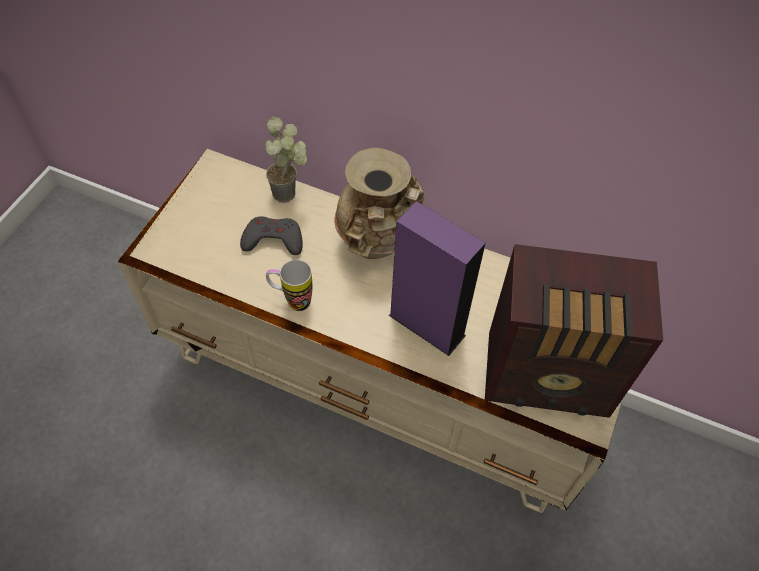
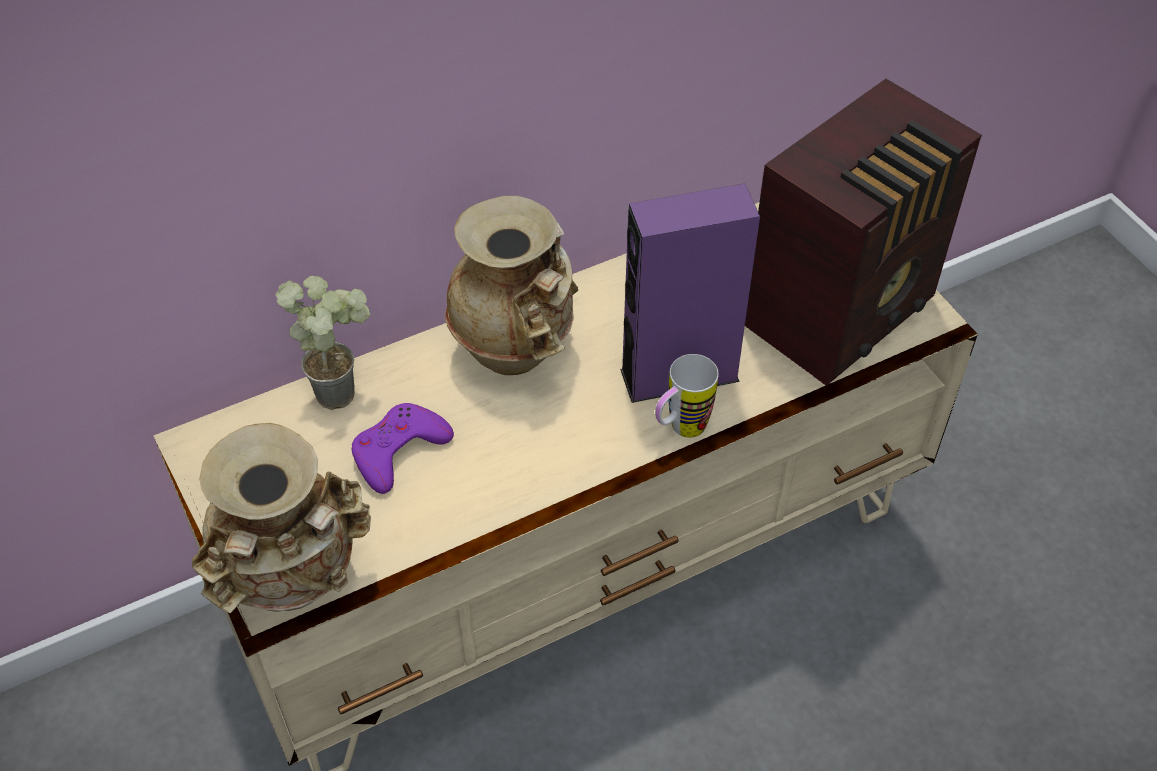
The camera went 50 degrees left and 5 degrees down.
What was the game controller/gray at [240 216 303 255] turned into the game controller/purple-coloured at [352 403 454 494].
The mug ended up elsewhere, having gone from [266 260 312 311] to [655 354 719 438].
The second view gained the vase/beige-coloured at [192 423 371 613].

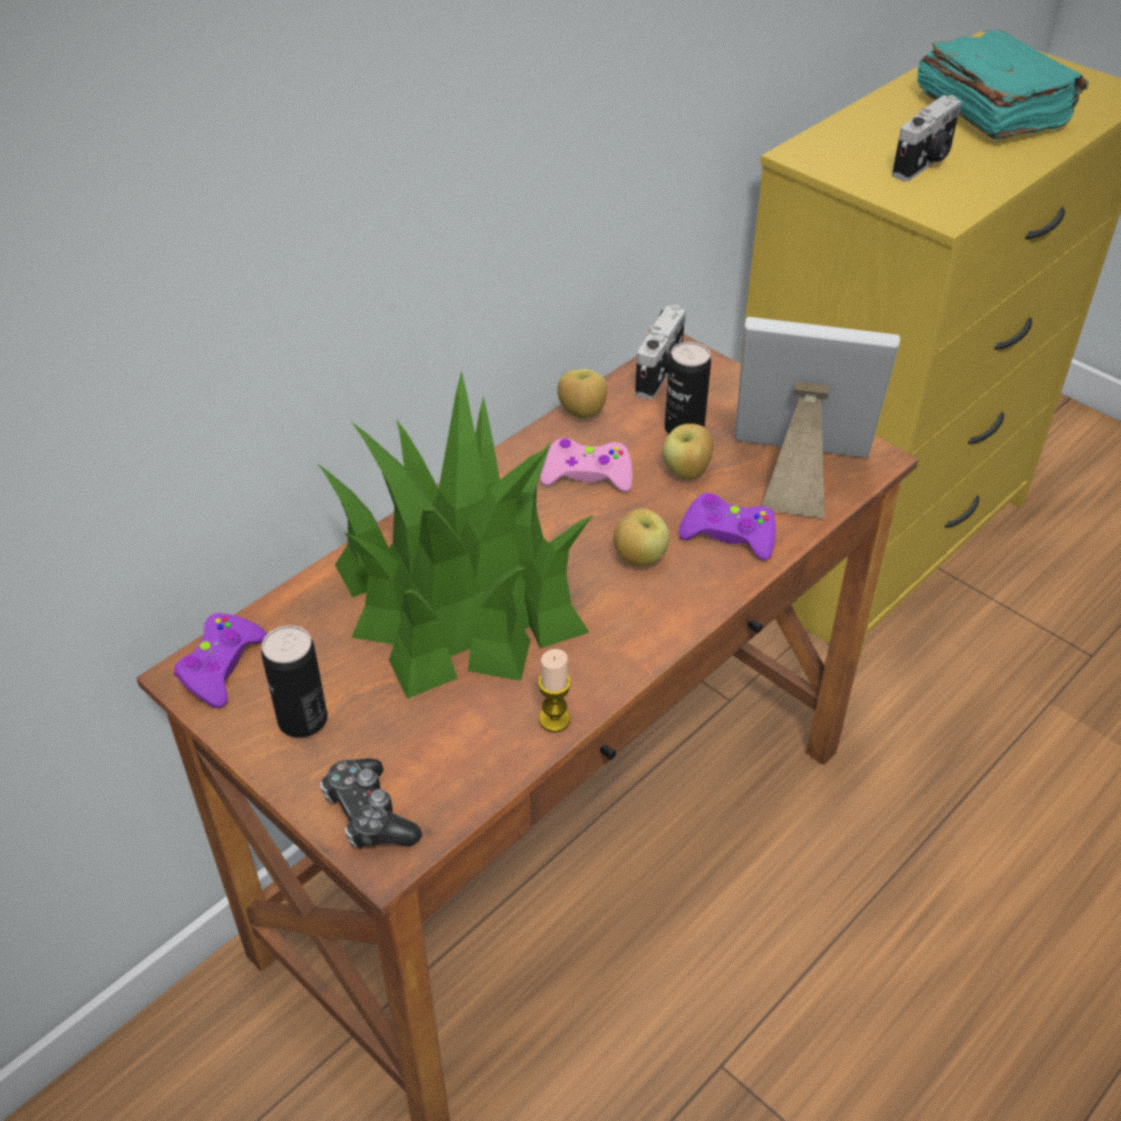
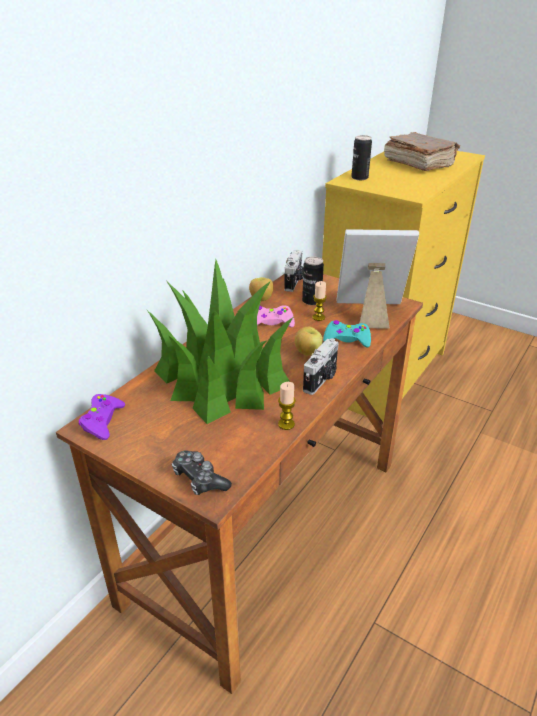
The camera went 10 degrees left and 10 degrees down.
What was the bound book/turquoise-coloured at [917 30 1089 140] turned into the bound book/brown at [384 132 460 171].
The still camera ended up elsewhere, having gone from [892 95 962 181] to [303 338 339 395].
Where the apple stood at [662 424 713 480], the candle came to stand at [312 281 327 321].
What was the game controller/purple-coloured at [679 493 776 561] turned into the game controller/turquoise-coloured at [323 320 371 347].
The sealed can ended up elsewhere, having gone from [261 625 328 738] to [351 135 372 180].

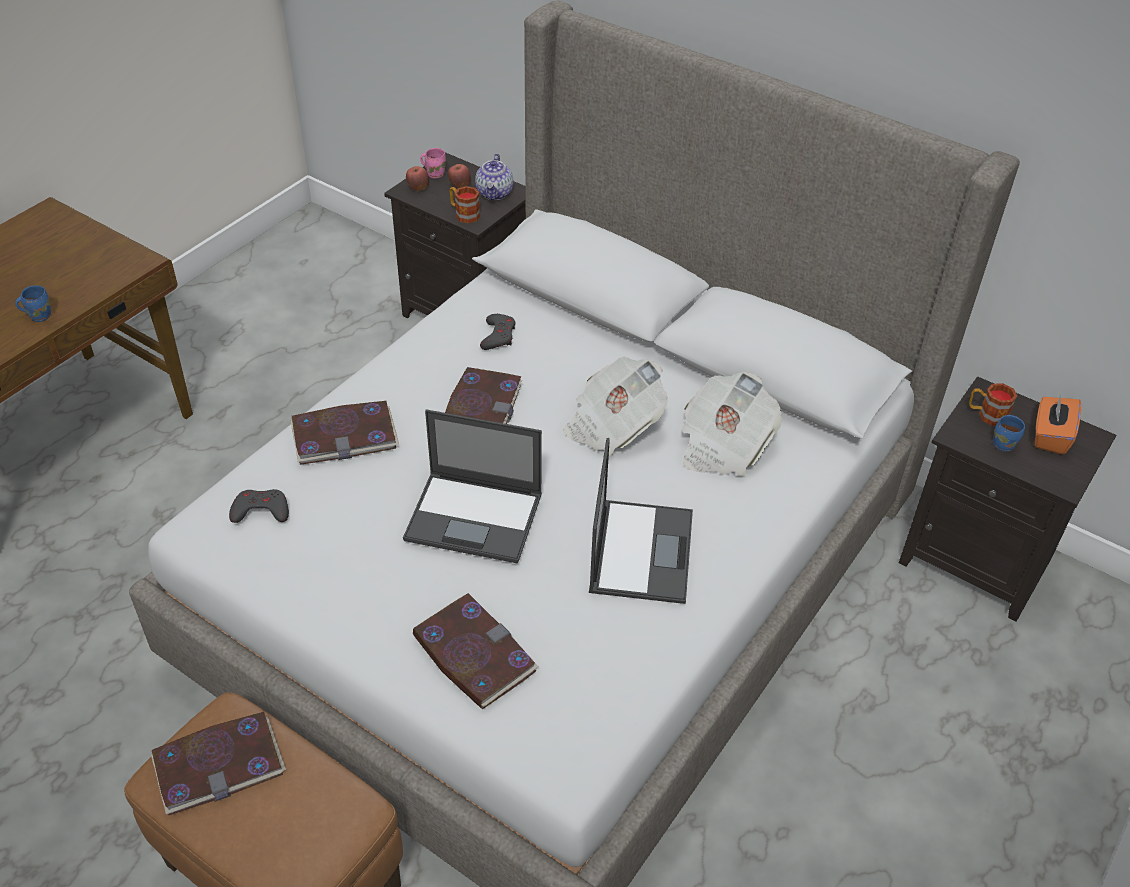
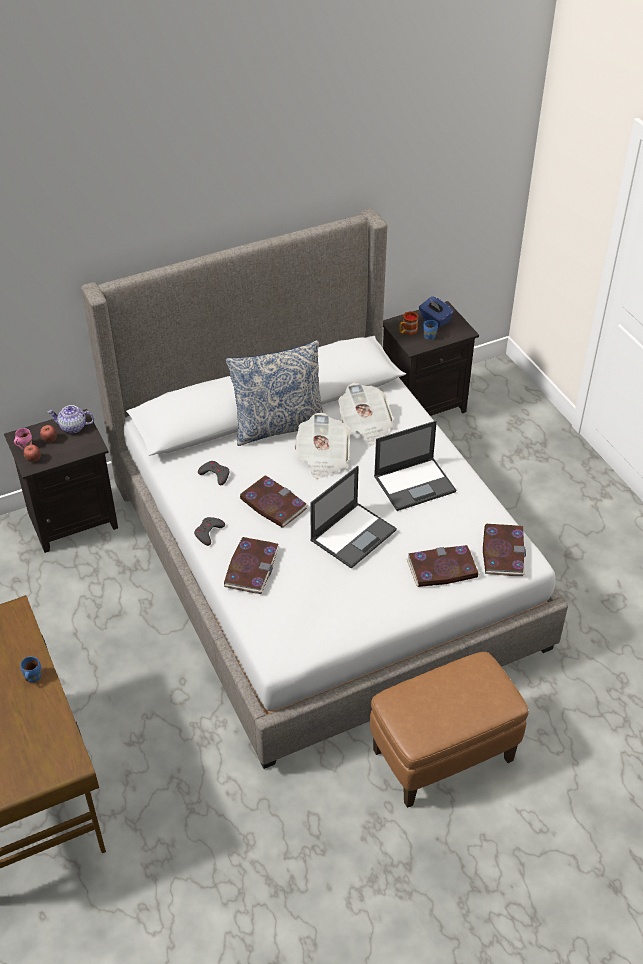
The camera went 60 degrees left and 0 degrees up.
The pot for tea at [475 154 513 200] ended up facing another way, 150 degrees clockwise from before.
The second view lost the mug at [449 186 480 223].
What was the tissue holder/orangey at [1035 394 1081 455] turned into the tissue holder/bluish at [419 296 453 328].
The notebook computer at [589 438 693 604] ended up facing another way, 120 degrees clockwise from before.
The game controller/gray ended up elsewhere, having gone from [229 489 289 523] to [194 517 225 546].
The bound book ended up elsewhere, having gone from [151 712 286 815] to [483 524 526 576].
The second view gained the throw pillow at [226 340 323 446].

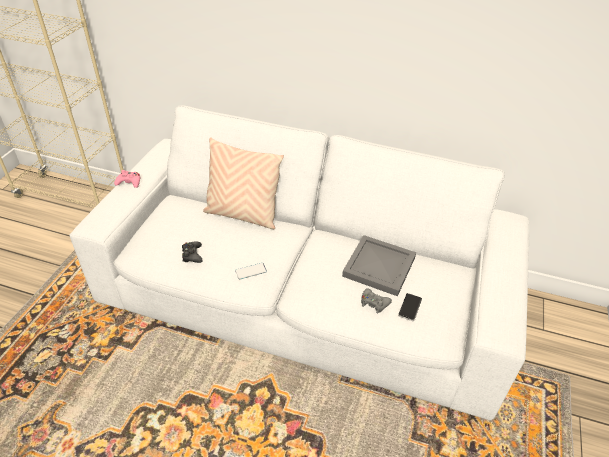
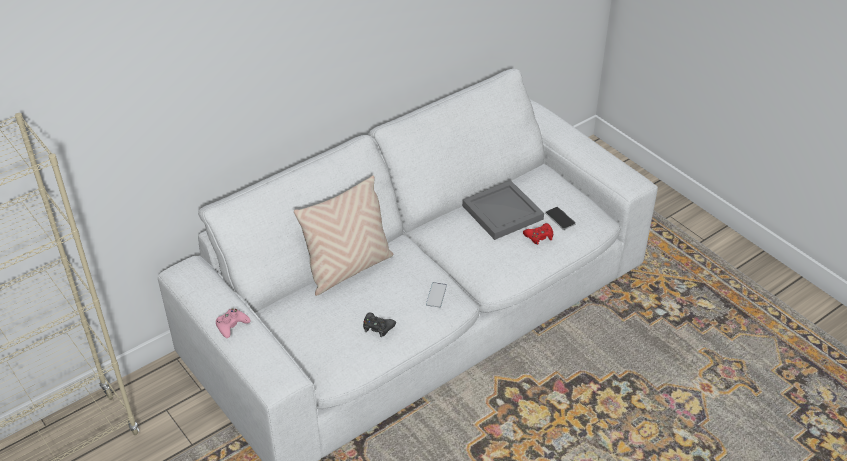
The camera went 55 degrees left and 0 degrees up.
What was the game controller/gray at [361 288 392 313] turned into the game controller/reddish at [523 223 553 245].

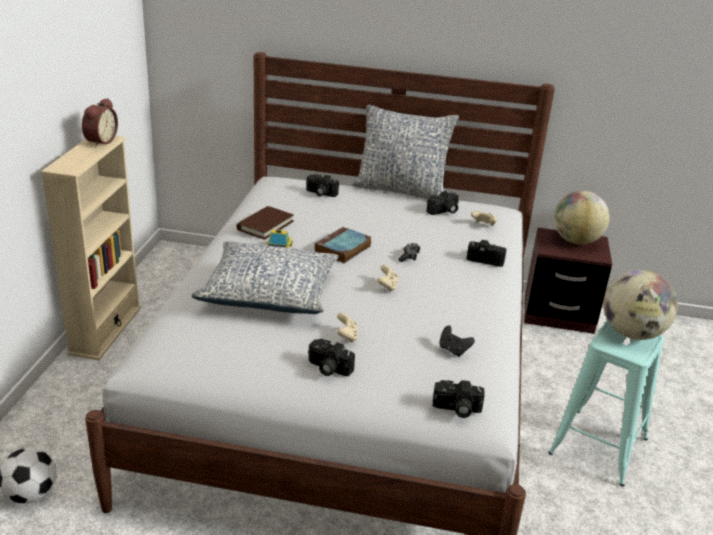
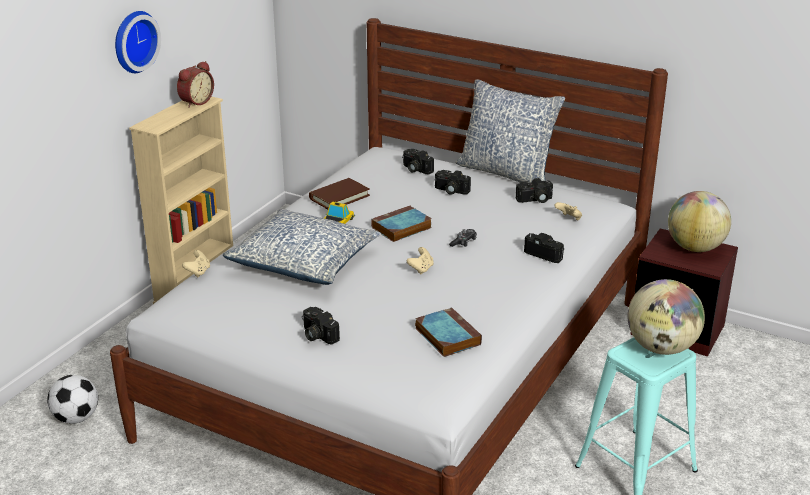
The camera went 20 degrees right and 0 degrees up.
The game controller/beige-coloured ended up elsewhere, having gone from [337 313 358 343] to [182 250 210 278].
Where the game controller/black-coloured stood at [439 325 475 357], the bound book came to stand at [415 307 482 357].
The still camera ended up elsewhere, having gone from [432 380 484 418] to [435 170 471 195].
The second view gained the hanging clock at [115 11 161 73].

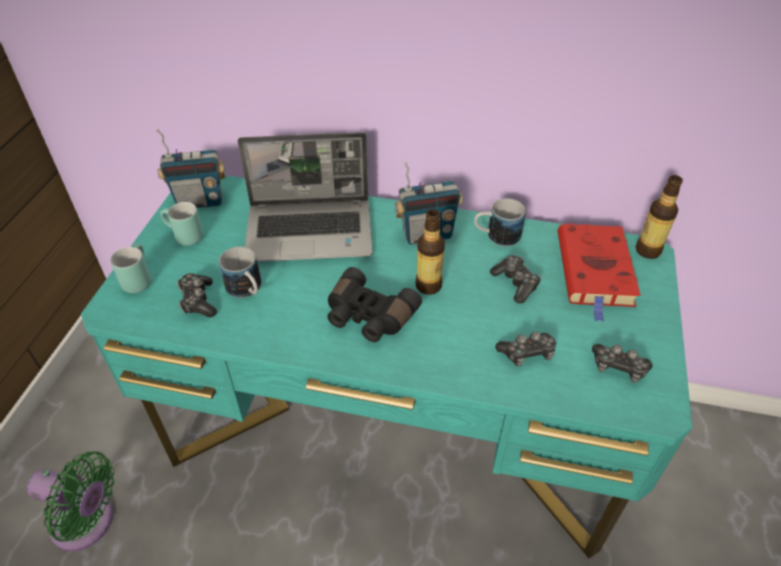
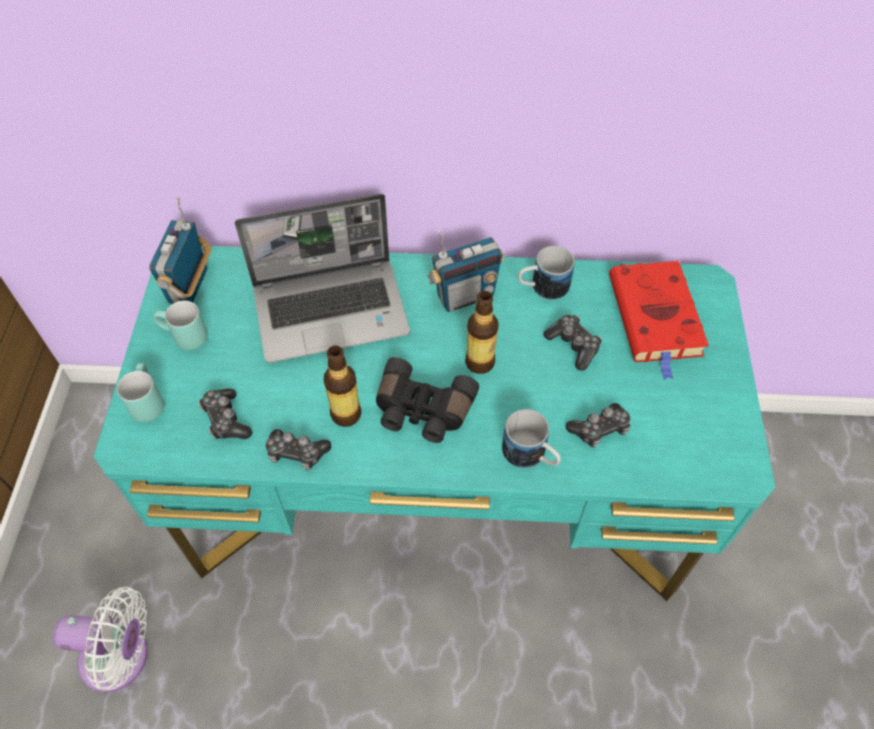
The camera went 10 degrees left and 10 degrees up.
The radio at [156 129 225 208] ended up facing another way, 120 degrees clockwise from before.
The drink bottle ended up elsewhere, having gone from [636 175 683 259] to [324 345 362 427].
The mug ended up elsewhere, having gone from [219 246 261 298] to [502 409 561 468].
The game controller ended up elsewhere, having gone from [592 344 653 383] to [266 429 331 470].
What was the electric fan/green-coloured at [27 451 115 551] turned into the electric fan/white at [53 587 148 692].

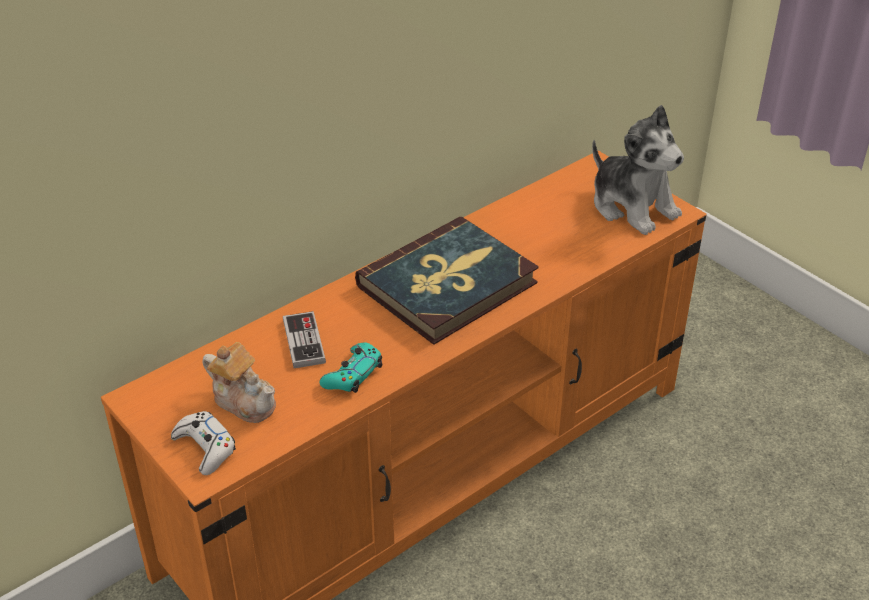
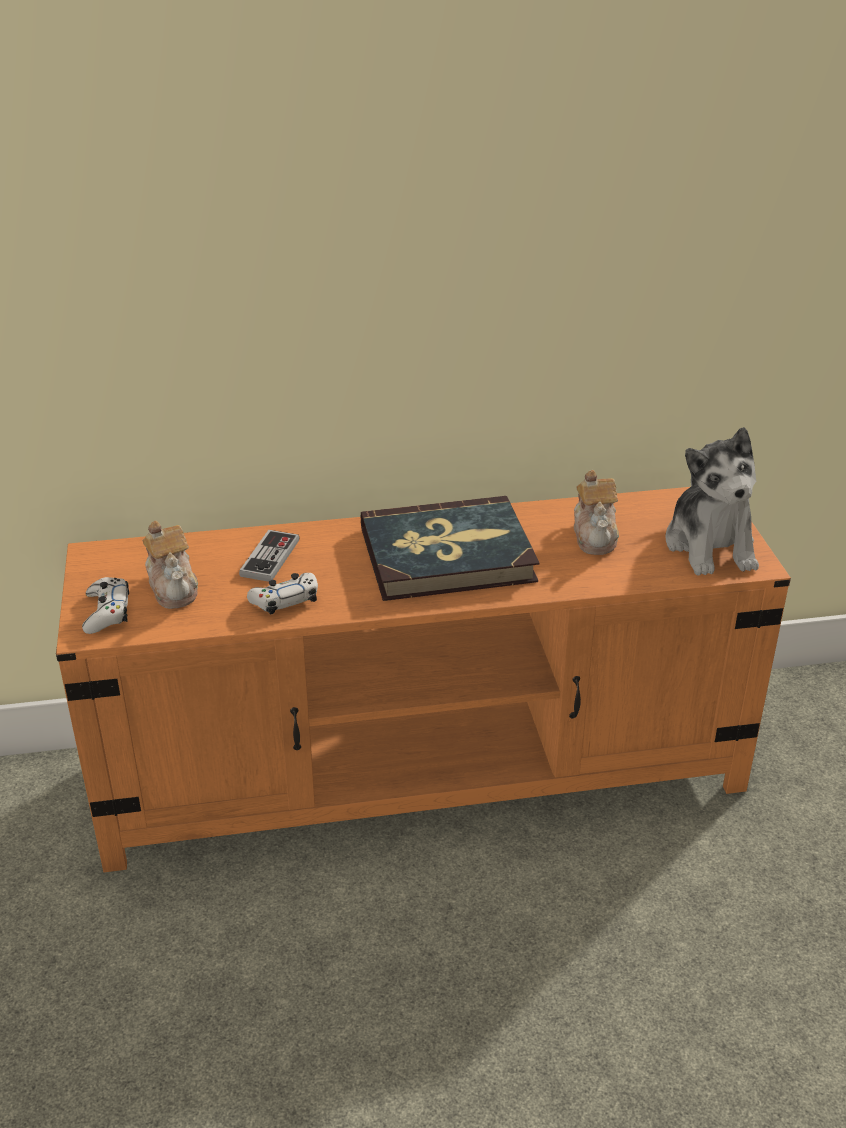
The camera went 30 degrees right and 5 degrees down.
What was the game controller/turquoise-coloured at [320 343 382 393] turned into the game controller/white at [247 573 318 614].
The second view gained the pot for tea at [574 470 619 555].

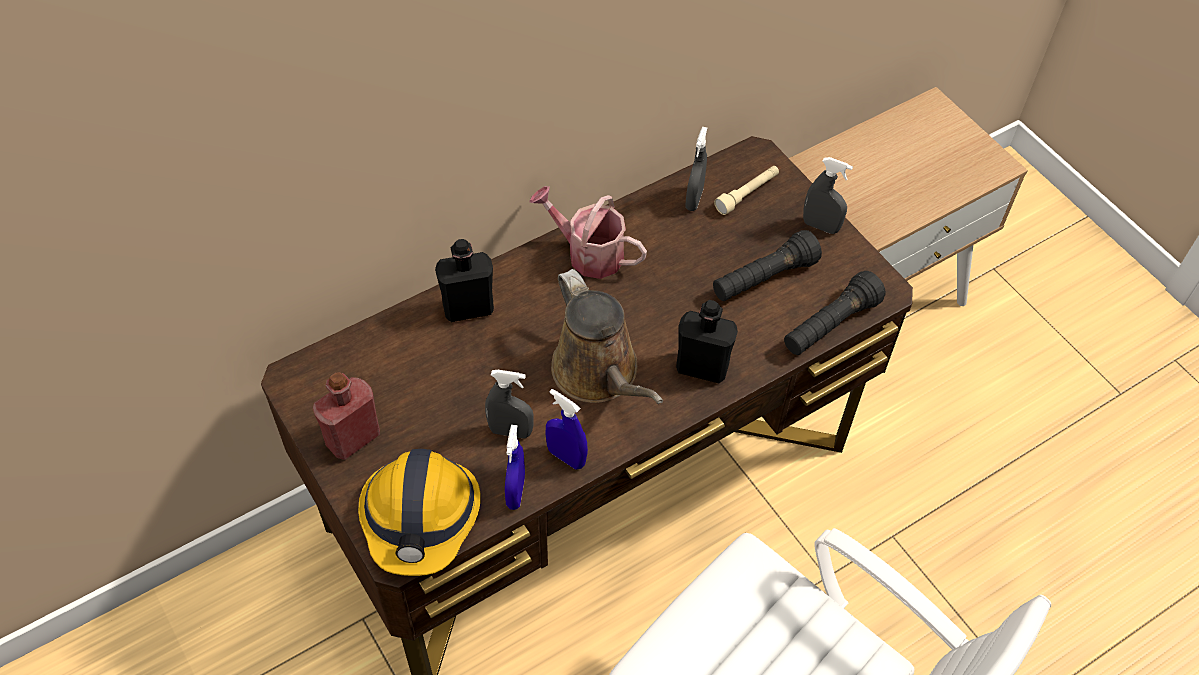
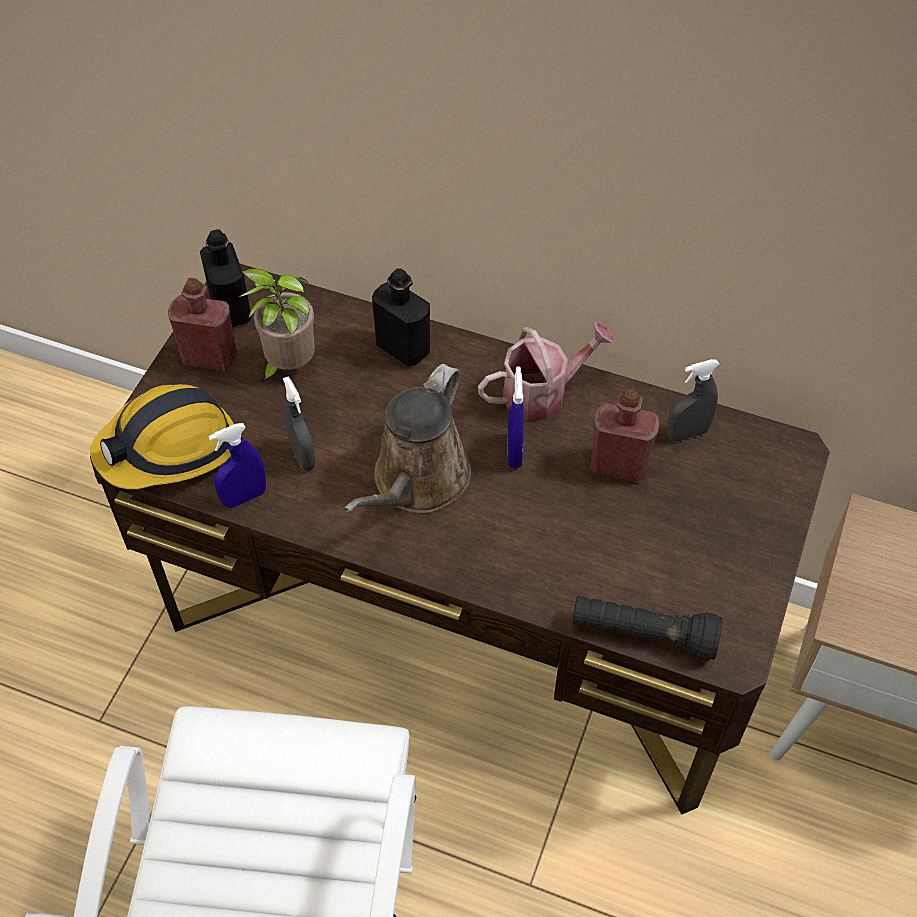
The camera went 55 degrees right and 0 degrees up.
The second view lost the spray bottle/gray at [803 157 853 234].
The second view lost the flashlight/beige-coloured at [714 166 779 215].
The watering pot at [529 186 647 279] ended up facing another way, 75 degrees clockwise from before.
The second view lost the flashlight/black-coloured at [713 230 822 301].
The drink bottle/black-coloured ended up elsewhere, having gone from [676 300 738 383] to [200 229 252 327].
The spray bottle/bluish ended up elsewhere, having gone from [546 389 588 470] to [508 366 523 469].
The second view gained the potted plant at [239 268 315 383].
The second view gained the drink bottle/reddish at [590 389 660 482].

